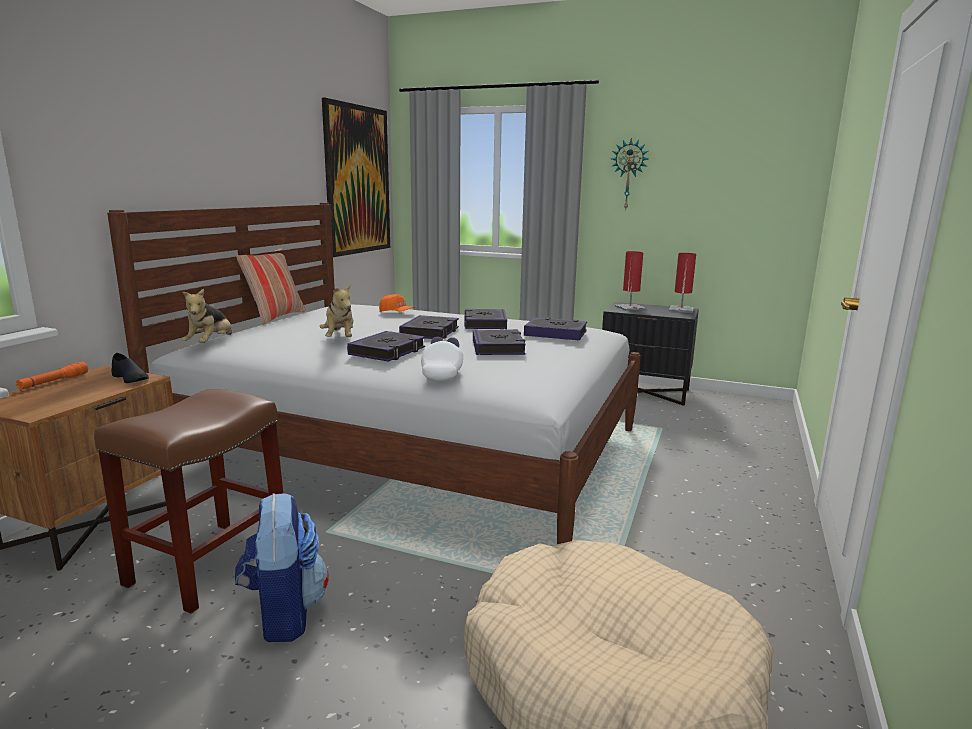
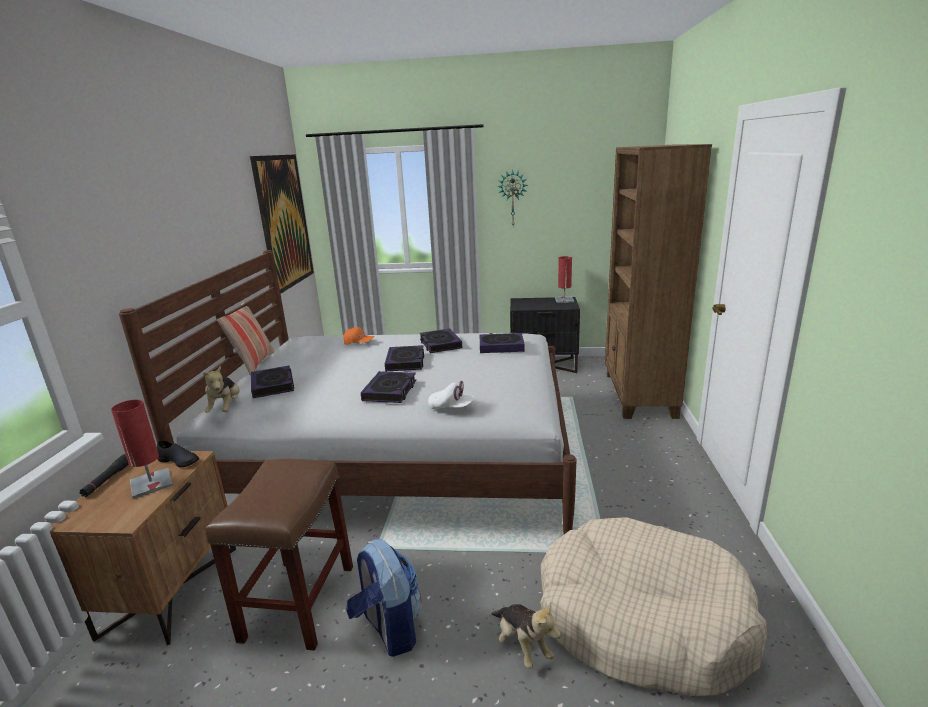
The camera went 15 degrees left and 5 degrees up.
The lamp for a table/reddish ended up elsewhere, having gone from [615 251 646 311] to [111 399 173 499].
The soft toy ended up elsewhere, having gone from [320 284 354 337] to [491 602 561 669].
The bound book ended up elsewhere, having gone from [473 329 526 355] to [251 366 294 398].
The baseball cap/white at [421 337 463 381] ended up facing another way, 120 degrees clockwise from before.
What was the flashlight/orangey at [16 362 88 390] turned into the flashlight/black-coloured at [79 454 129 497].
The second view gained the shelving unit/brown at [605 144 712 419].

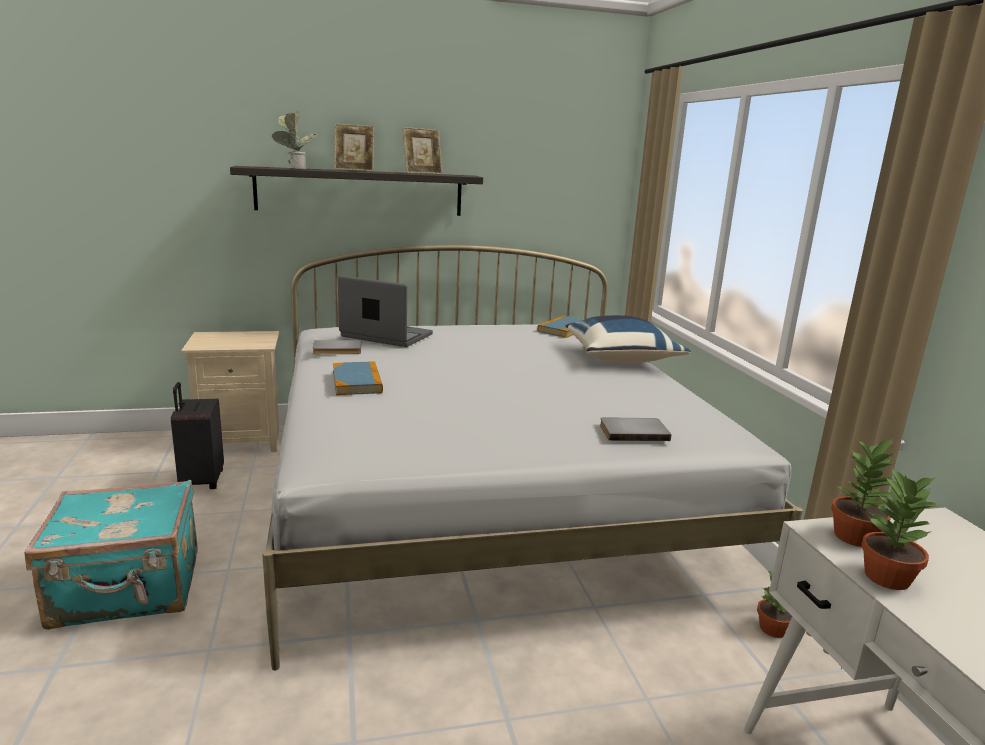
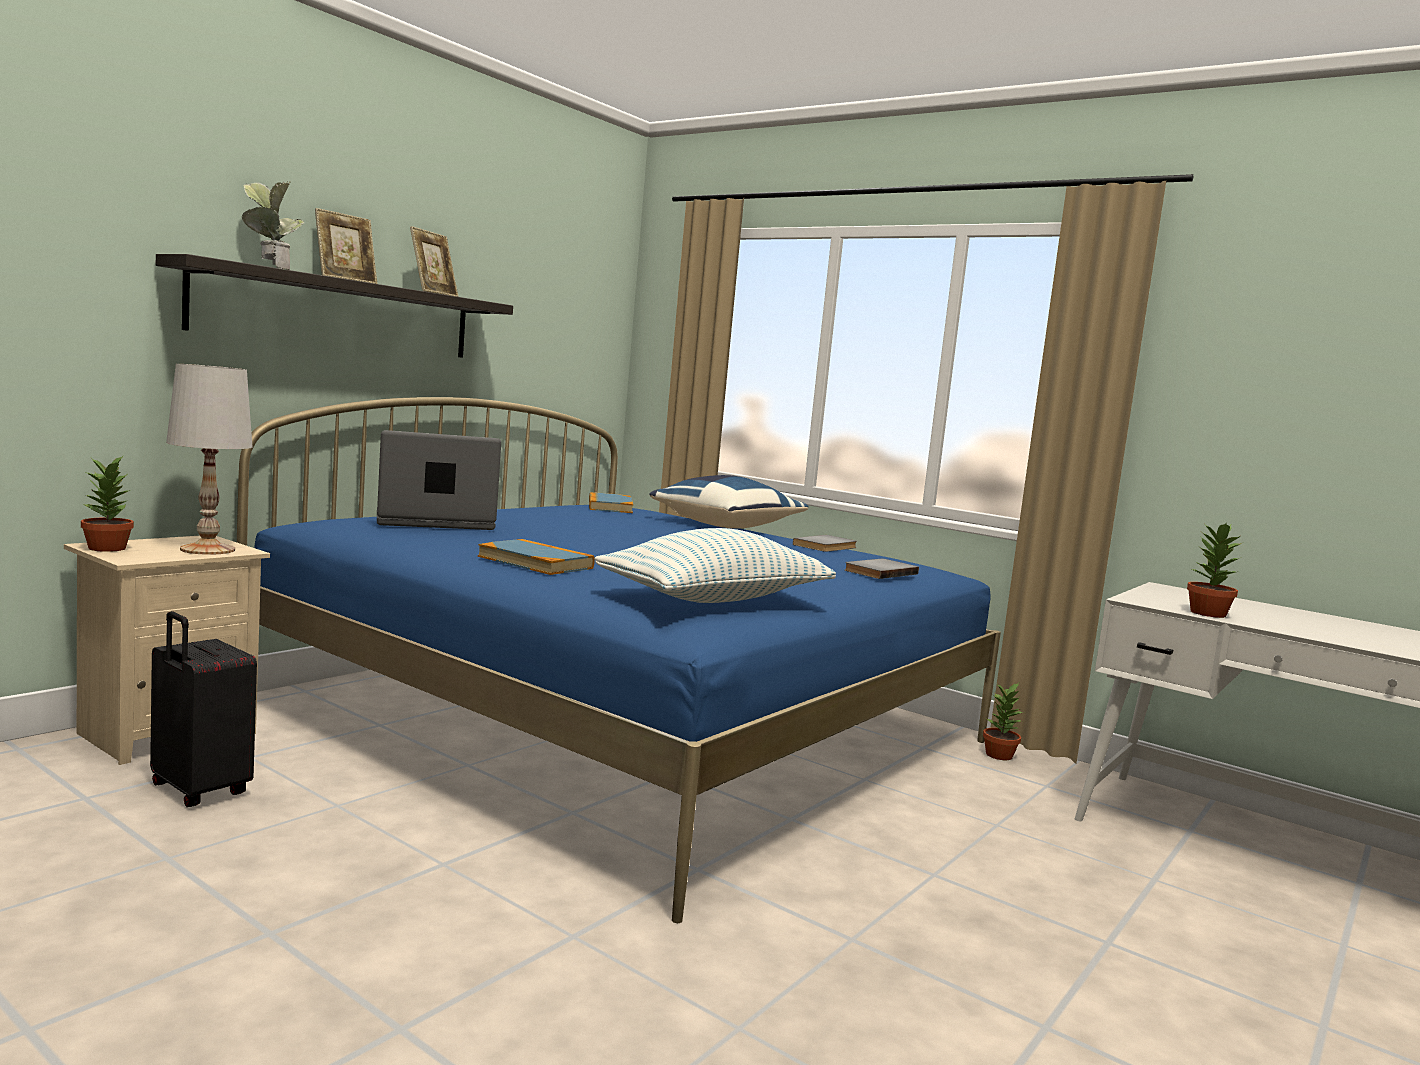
The camera went 40 degrees left and 10 degrees down.
What was the sleeping bed/white at [262 245 803 670] turned into the sleeping bed/bluish at [237 397 1001 923].
The bound book/gray ended up elsewhere, having gone from [313 340 361 354] to [793 535 857 552].
The potted plant ended up elsewhere, having gone from [831 439 893 547] to [81 455 134 552].
The second view lost the travel case/turquoise-coloured at [24 480 197 630].
The second view gained the lamp for a table/white at [166 364 252 555].
The second view gained the throw pillow at [594 528 836 603].

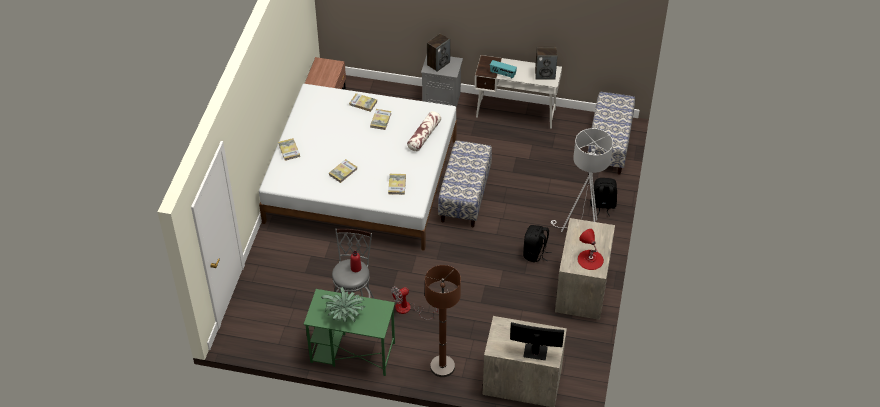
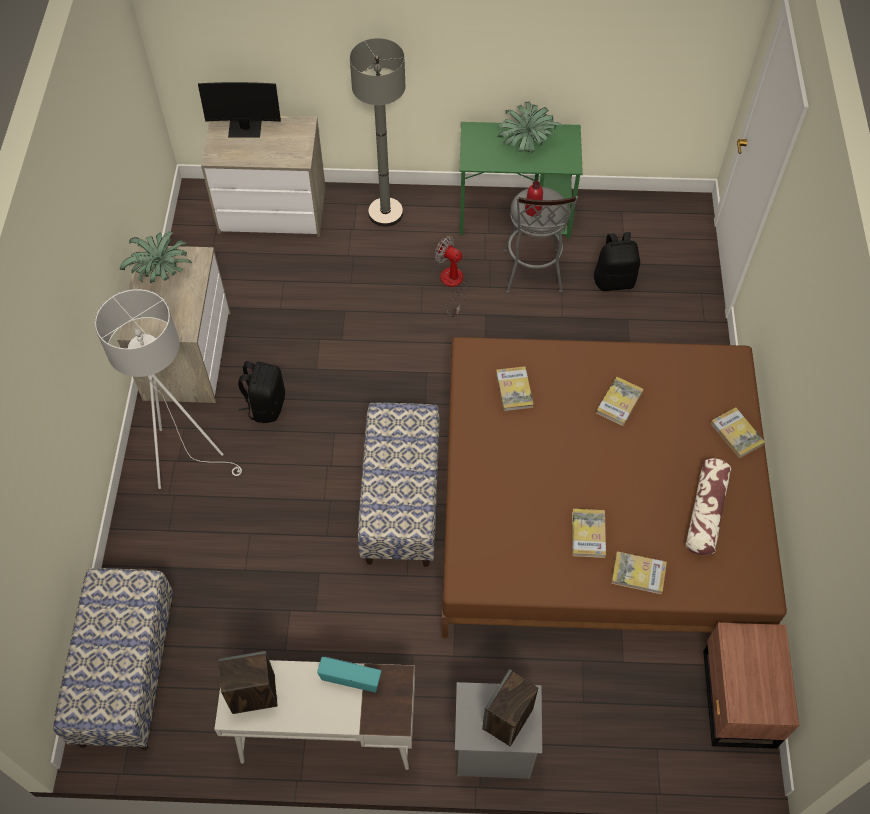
The camera went 170 degrees right and 10 degrees up.
What was the sleeping bed/white at [259 84 457 251] turned into the sleeping bed/brown at [442 337 787 638].
The throw pillow ended up elsewhere, having gone from [407 111 441 151] to [685 458 731 555].
The knapsack/black-coloured ended up elsewhere, having gone from [590 178 617 216] to [594 232 640 291].
Where the lamp for a table/reddish stood at [578 229 604 270], the potted plant came to stand at [120 231 192 283].
What was the floor lamp/brown at [425 265 461 377] turned into the floor lamp/gray at [350 38 406 227].
The electric fan at [391 286 438 320] ended up facing another way, 105 degrees counterclockwise from before.

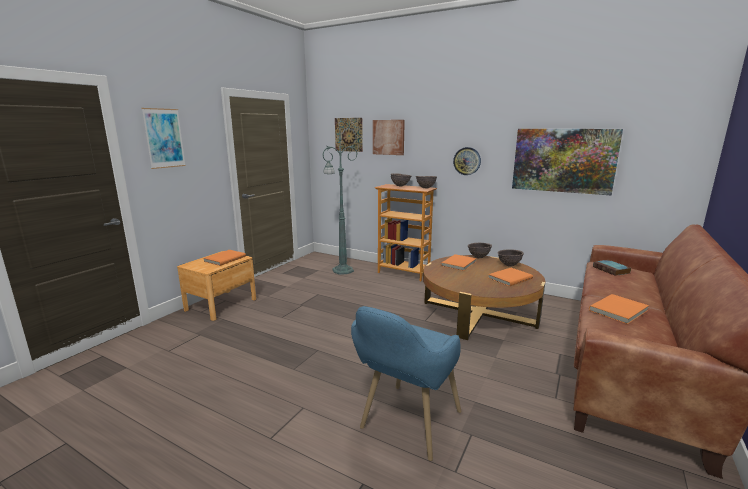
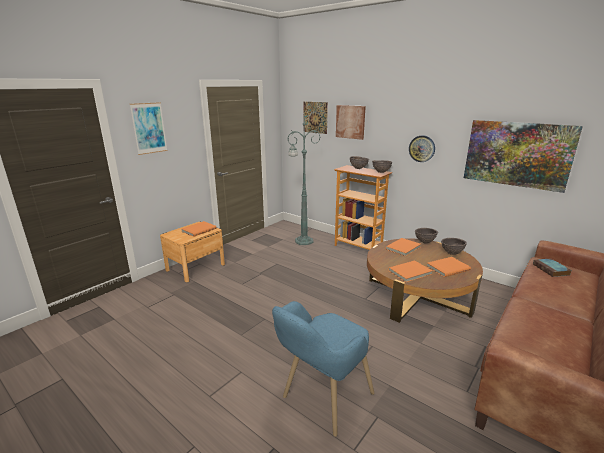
The camera went 10 degrees right and 5 degrees up.
The bound book/orangey ended up elsewhere, having gone from [589 294 649 324] to [388 260 432 282].

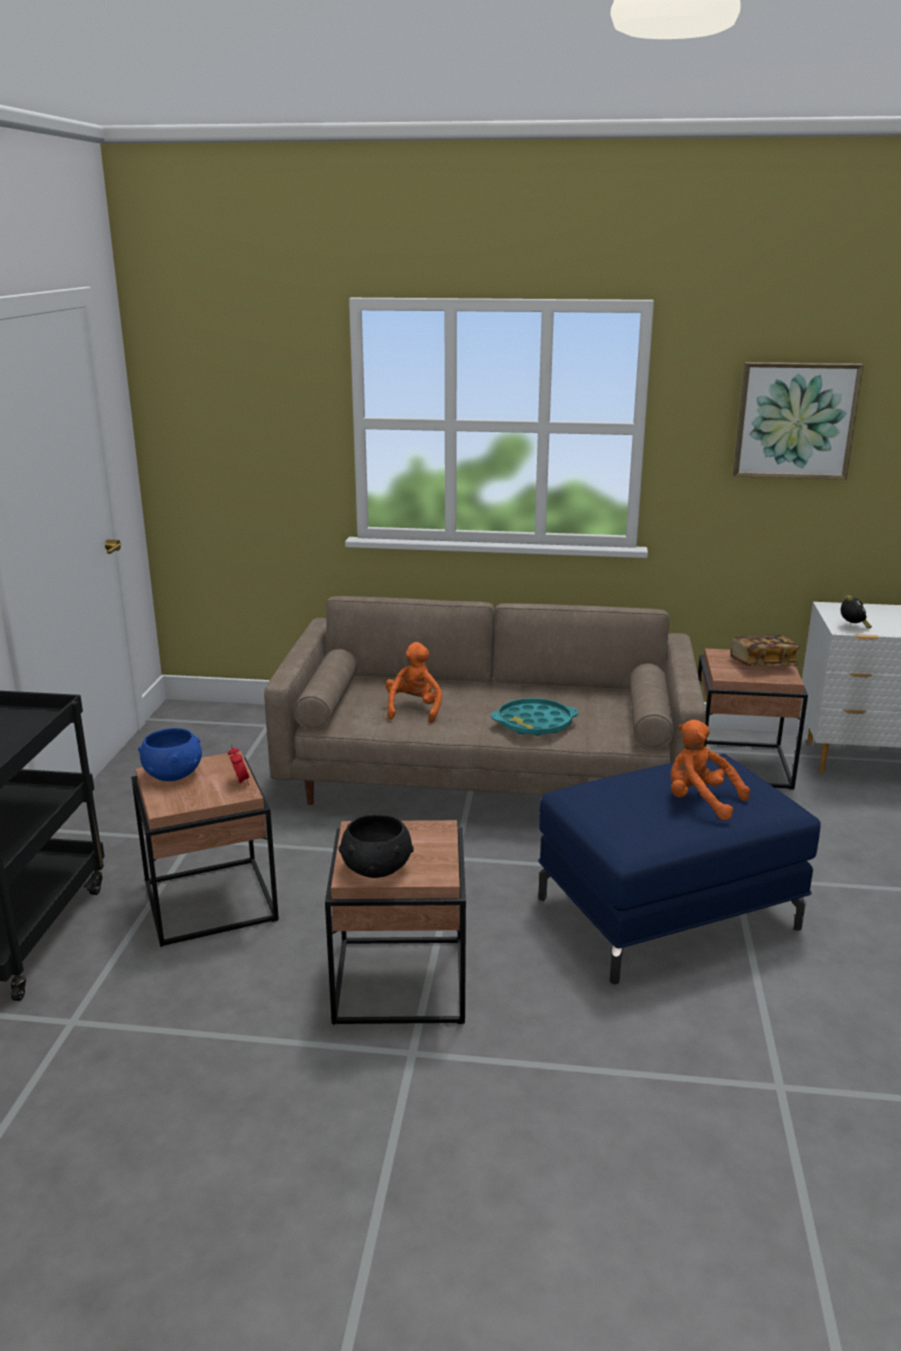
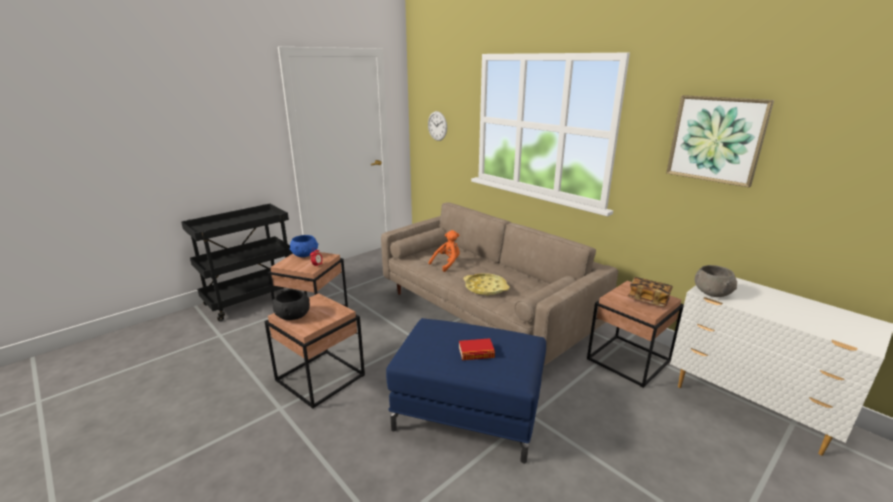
The camera went 40 degrees right and 0 degrees up.
Where the bedside clock stood at [841 595 872 629], the bowl/gray came to stand at [695 265 737 297].
What was the tray/turquoise-coloured at [491 698 578 736] turned into the tray/yellow-coloured at [464 273 510 296].
Where the soft toy/orangey stood at [670 720 750 820], the bound book came to stand at [459 338 495 360].
The second view gained the hanging clock at [428 111 447 141].

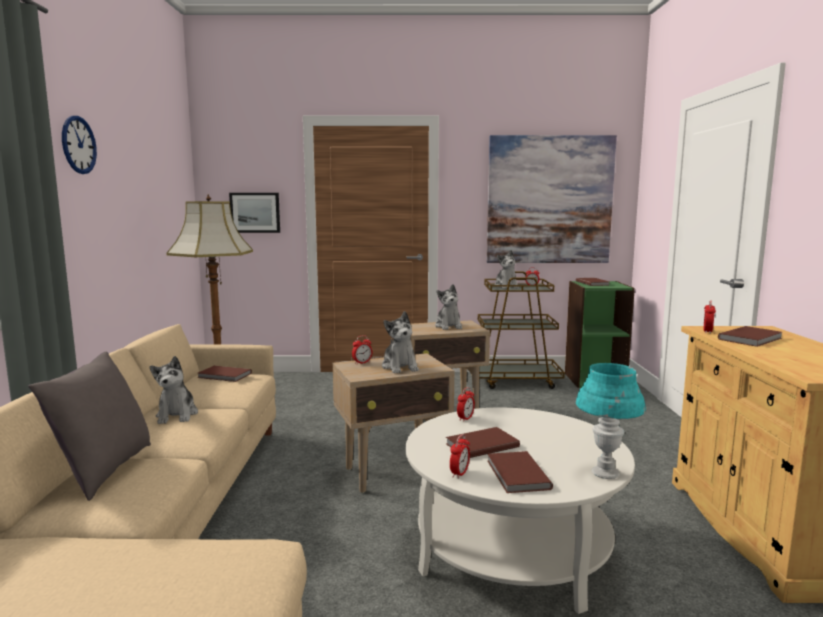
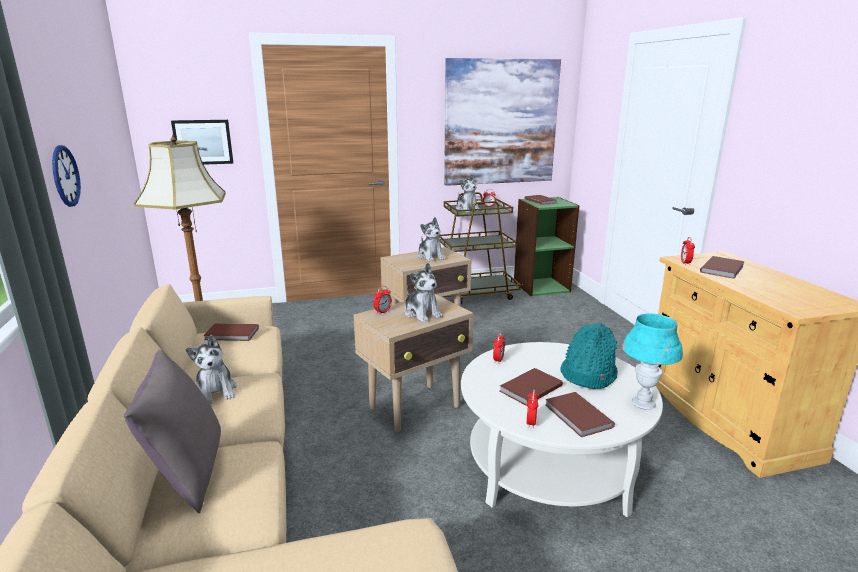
The camera went 15 degrees left and 10 degrees up.
The hanging clock ended up elsewhere, having gone from [62 116 97 174] to [52 145 81 207].
The second view gained the wearable hat/turquoise-coloured at [560 323 618 389].

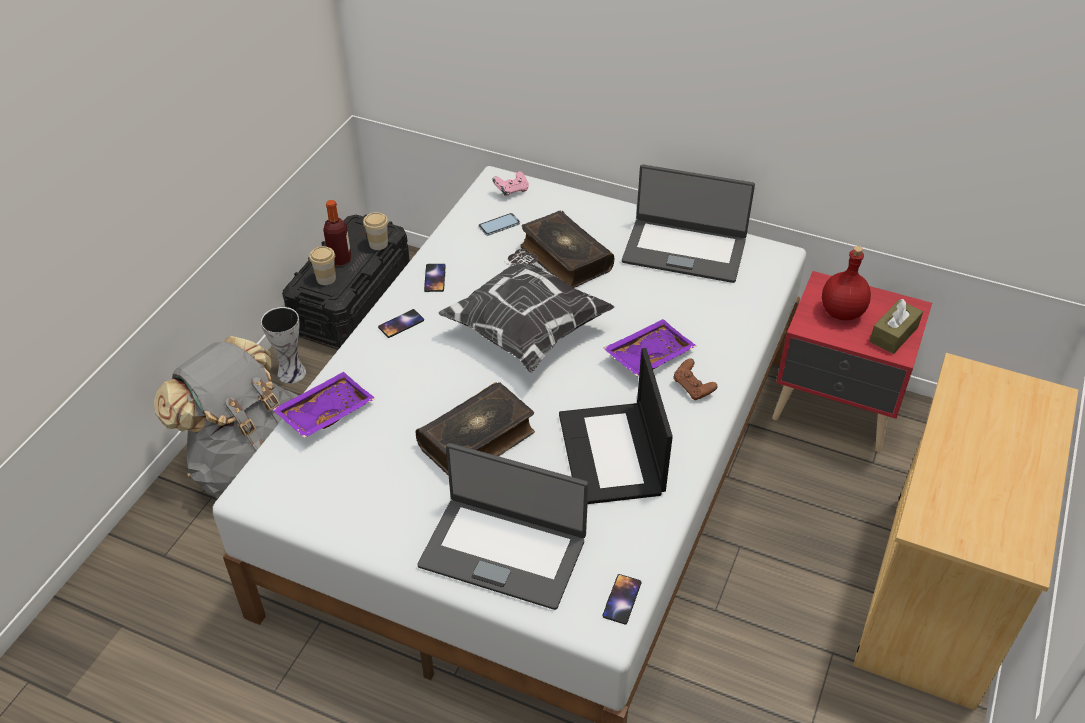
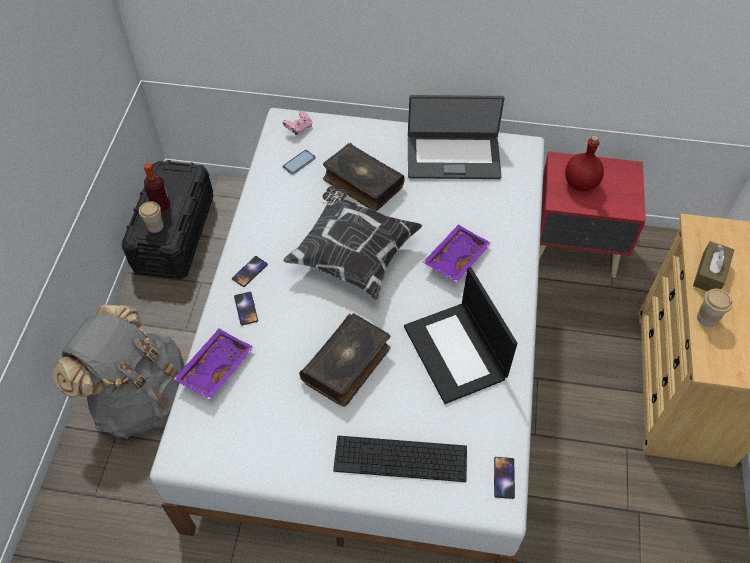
The camera went 15 degrees left and 10 degrees up.
The drinking cup ended up elsewhere, having gone from [363 212 388 250] to [697 289 733 327].
The telephone ended up elsewhere, having gone from [424 264 446 292] to [234 292 258 326].
The tissue holder/brown ended up elsewhere, having gone from [870 299 923 354] to [693 241 734 291].
The second view lost the vase at [261 307 306 383].
The second view lost the game controller/brown at [673 358 717 400].
Where the notebook computer stood at [417 443 588 610], the PC keyboard came to stand at [333 436 467 482].

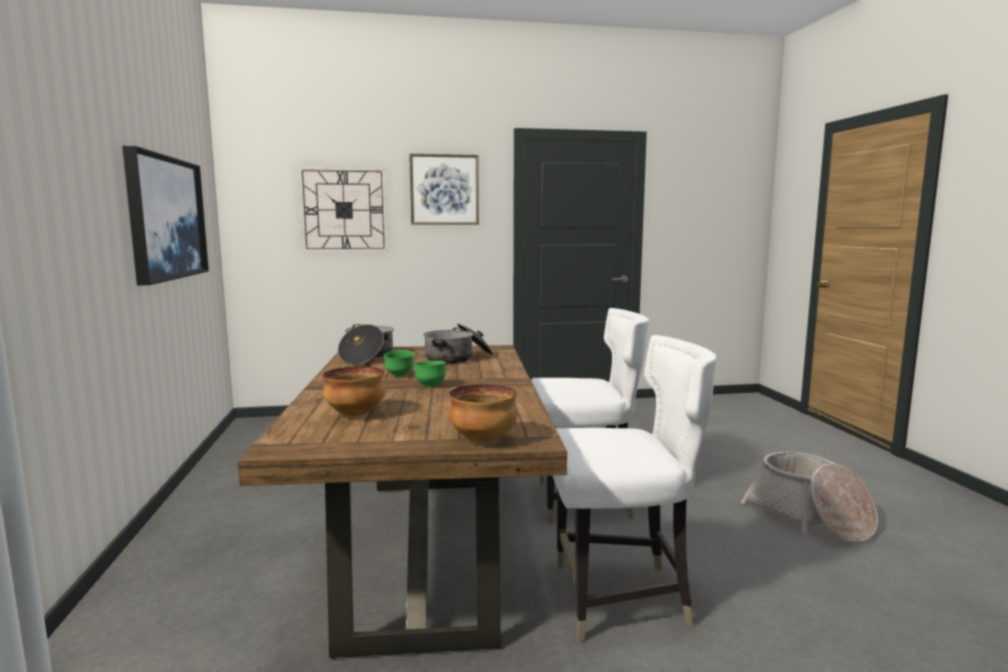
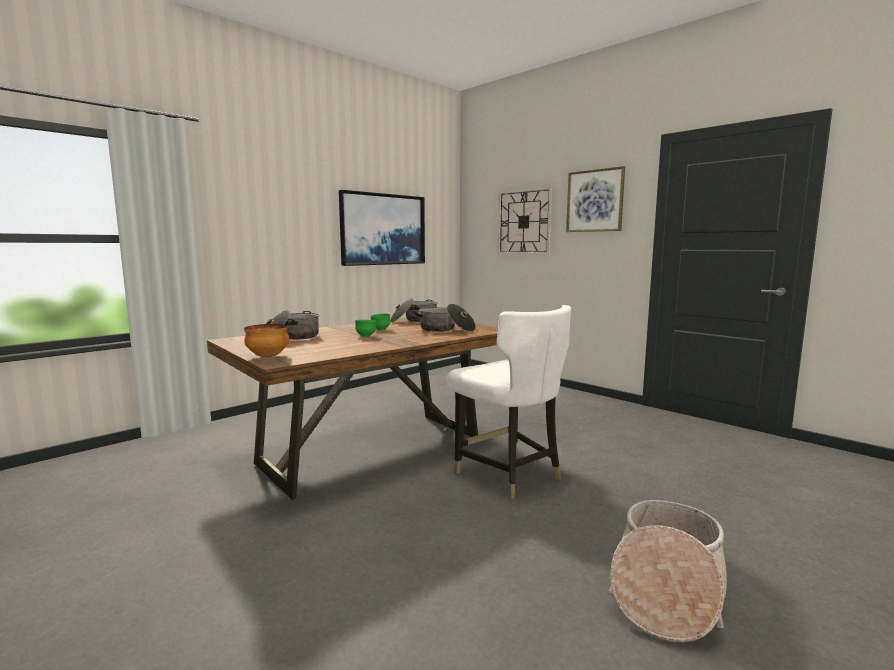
The camera went 55 degrees right and 0 degrees up.
The second view lost the chair/white at [553 335 717 641].
Where the bowl stood at [323 366 385 416], the stockpot came to stand at [266 310 319 340].

